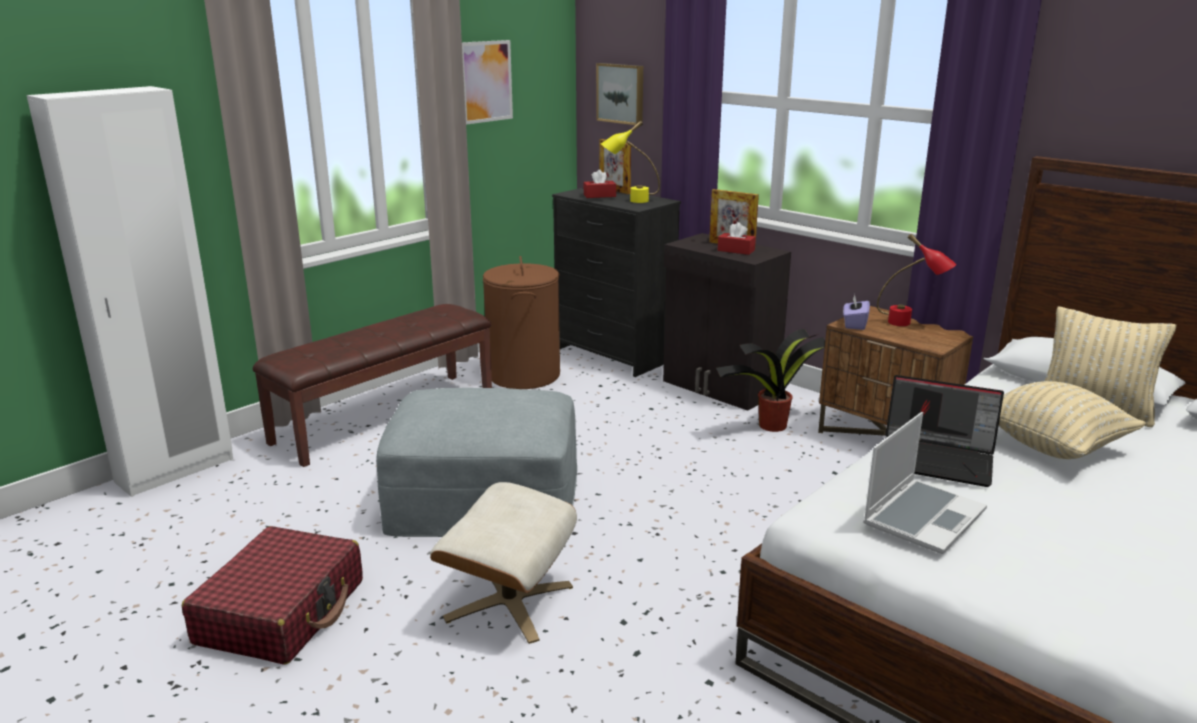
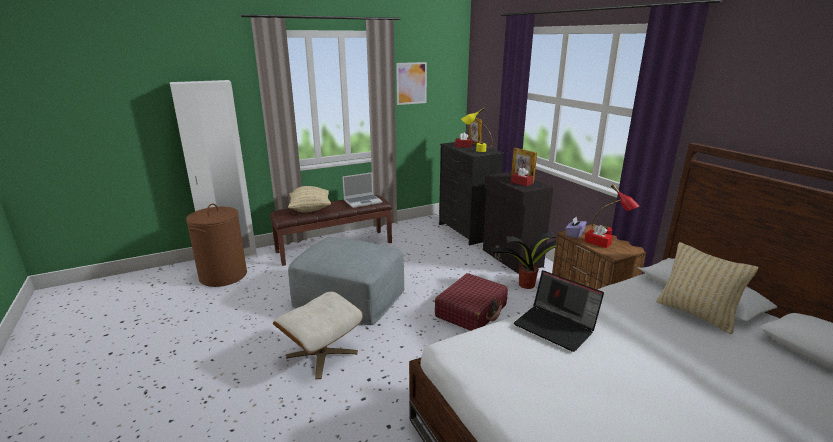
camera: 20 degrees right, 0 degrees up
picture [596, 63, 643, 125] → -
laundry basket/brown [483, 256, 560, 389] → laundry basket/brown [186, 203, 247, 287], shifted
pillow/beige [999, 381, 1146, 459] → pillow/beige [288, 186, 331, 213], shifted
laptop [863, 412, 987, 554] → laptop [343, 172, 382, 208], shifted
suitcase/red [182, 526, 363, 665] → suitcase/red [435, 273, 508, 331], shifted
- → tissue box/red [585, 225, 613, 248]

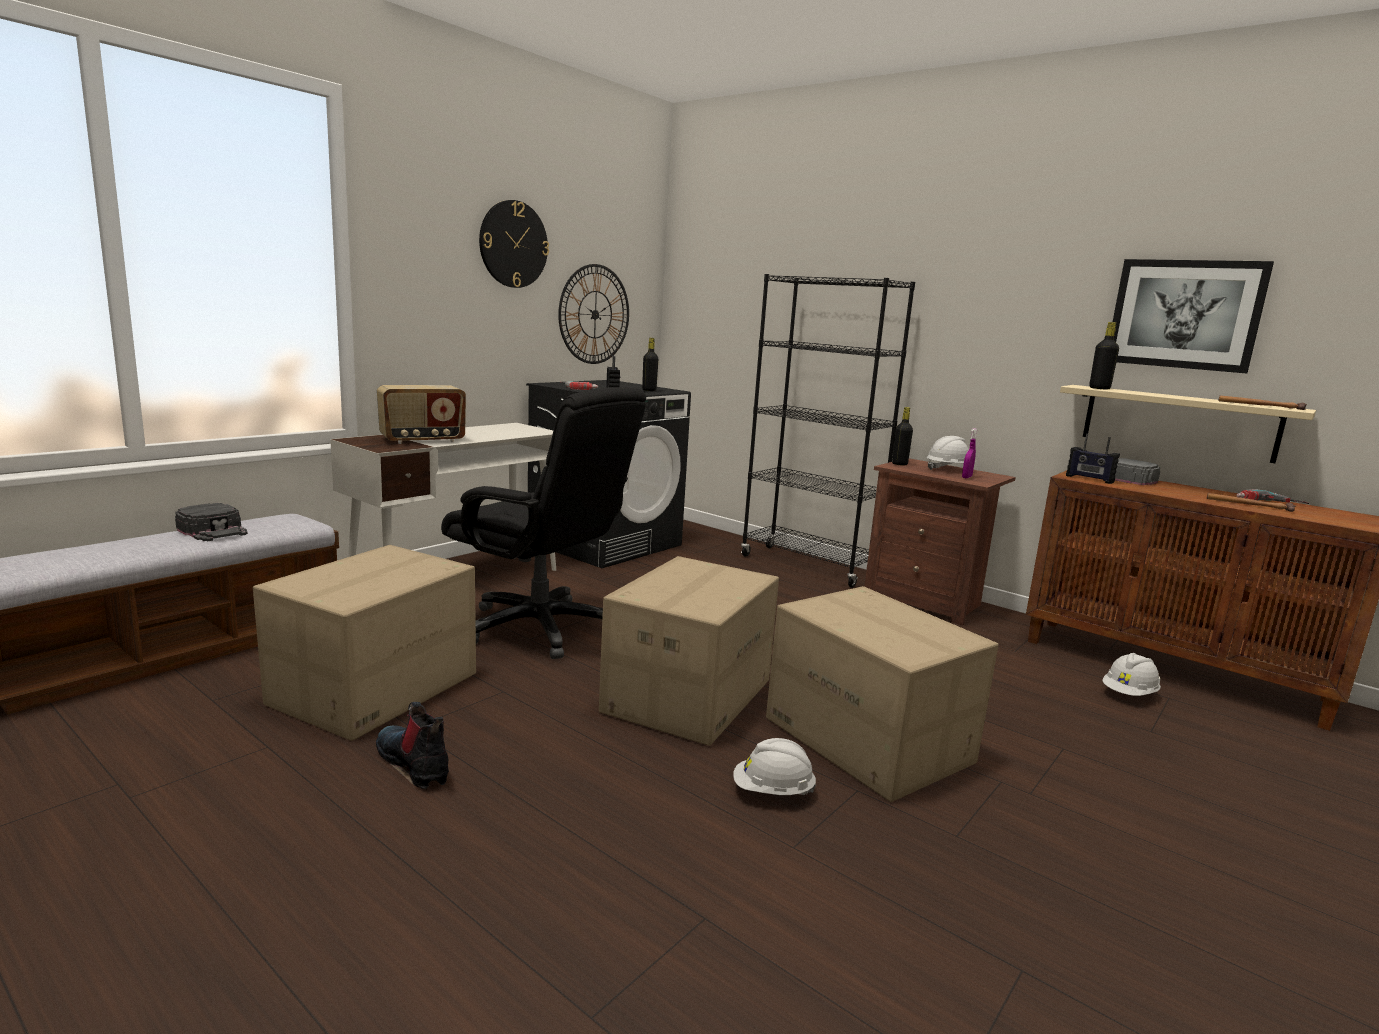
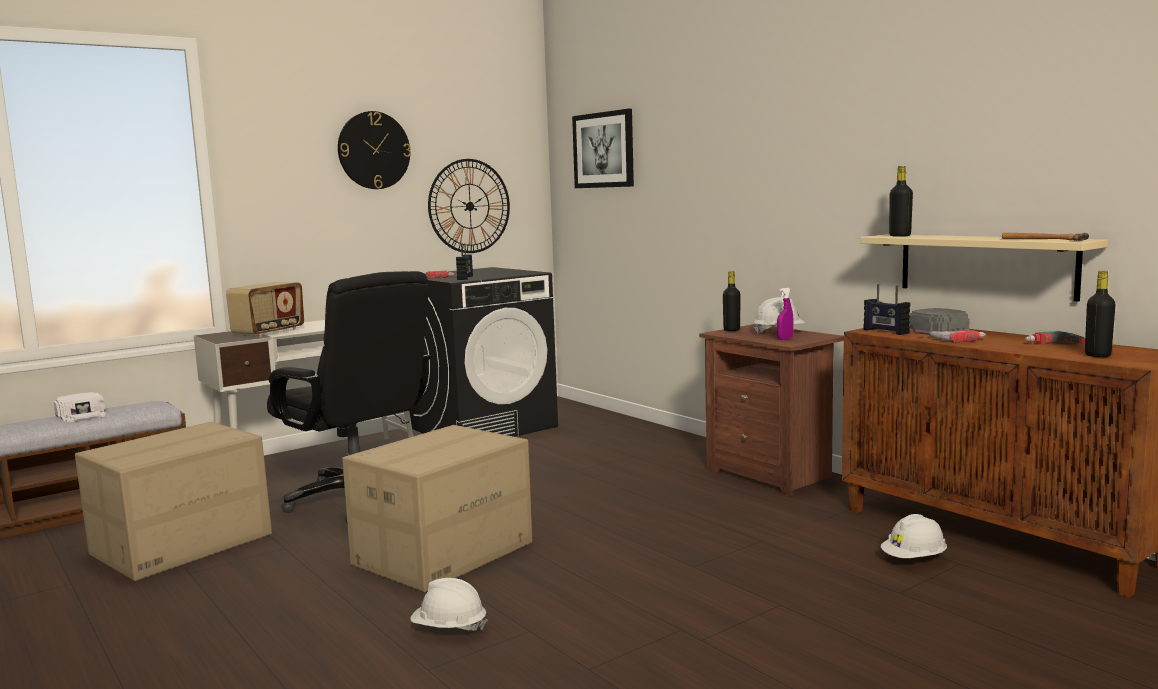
camera: 15 degrees right, 5 degrees down
picture [1113, 259, 1274, 373] → picture [572, 109, 634, 188], shifted
bookcase/black [741, 274, 915, 588] → -
bottle/black [642, 338, 658, 391] → bottle/black [1085, 271, 1116, 357], shifted
radio [377, 385, 466, 444] → radio [226, 282, 304, 337], 45 degrees counterclockwise
hammer [1207, 493, 1296, 512] → -
cap/black [175, 503, 248, 541] → cap/white [54, 392, 106, 422]
cardboard box [766, 586, 998, 802] → -
boot [376, 702, 449, 789] → -
- → power drill [914, 330, 986, 343]

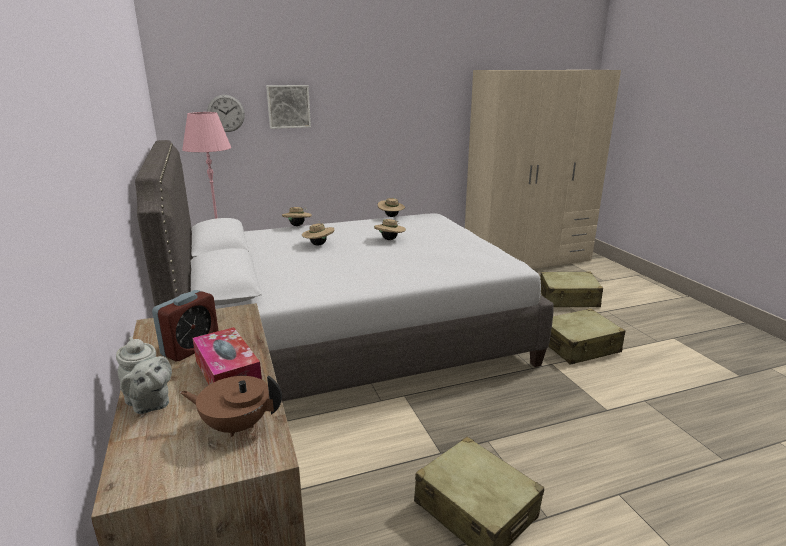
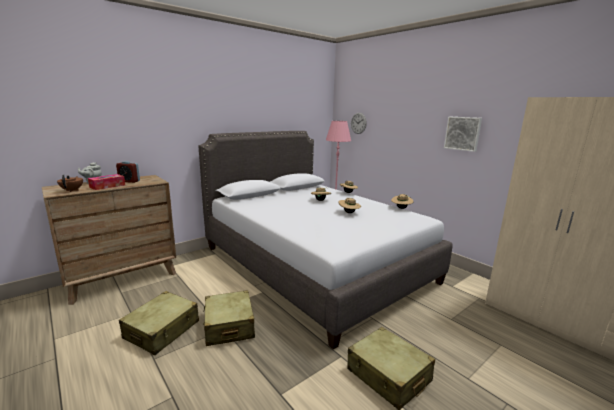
camera: 70 degrees right, 5 degrees down
picture [266, 85, 311, 129] → picture [444, 117, 482, 152], shifted
suitcase/beige [540, 271, 603, 307] → suitcase/beige [203, 290, 255, 346], shifted

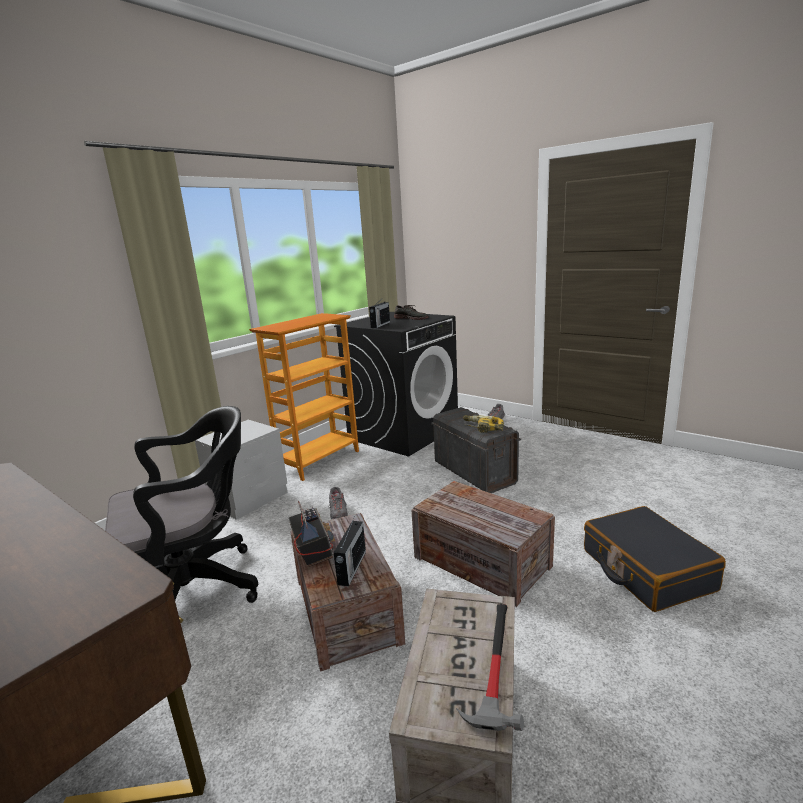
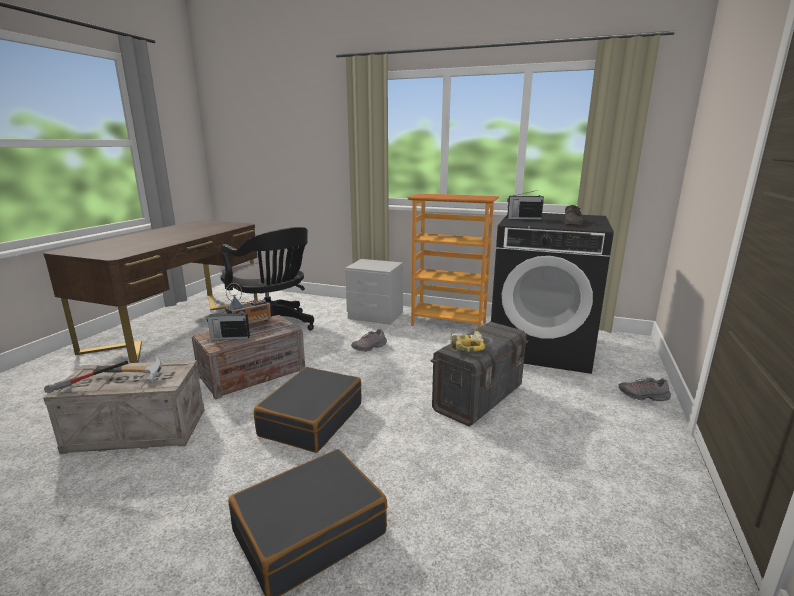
camera: 70 degrees right, 0 degrees up
crate [411, 481, 555, 607] → suitcase/black [254, 367, 362, 453]
- → hammer [93, 355, 162, 383]

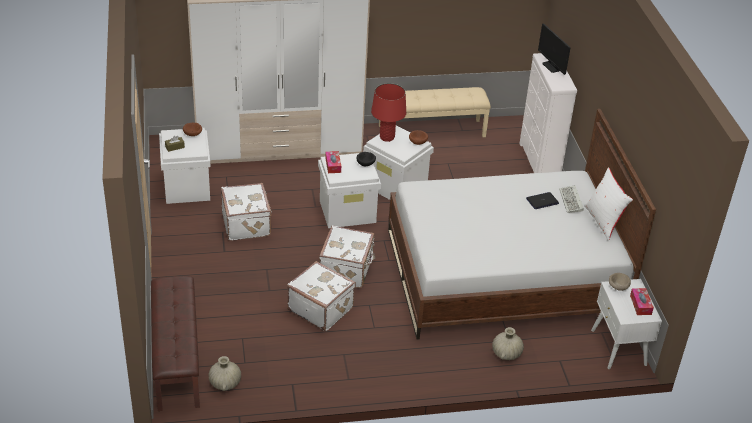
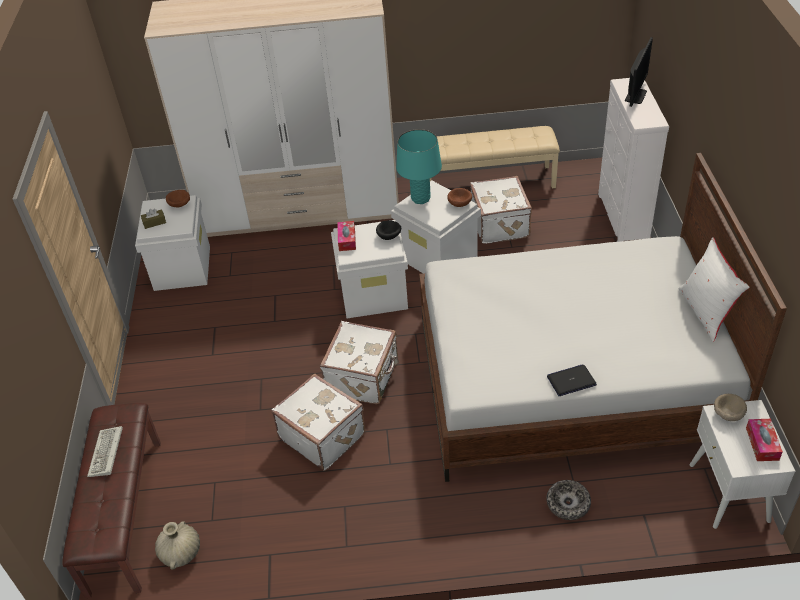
camera: 10 degrees right, 5 degrees up
monitor [538, 23, 570, 75] → monitor [625, 37, 653, 107], 135 degrees counterclockwise
table lamp/red [371, 83, 406, 142] → table lamp/turquoise [396, 129, 442, 204]
suitcase/white [221, 183, 272, 241] → suitcase/white [470, 176, 532, 244], shifted
keyboard [559, 185, 584, 213] → keyboard [87, 426, 123, 477], shifted
laptop [526, 192, 559, 209] → laptop [547, 364, 597, 396], shifted
vase/beige [492, 327, 524, 360] → bowl [546, 480, 591, 520]

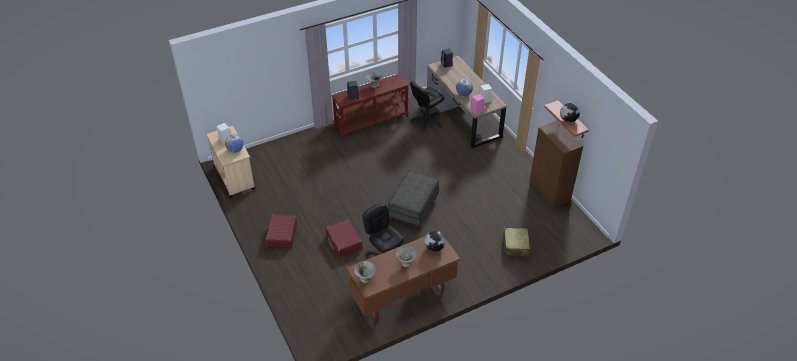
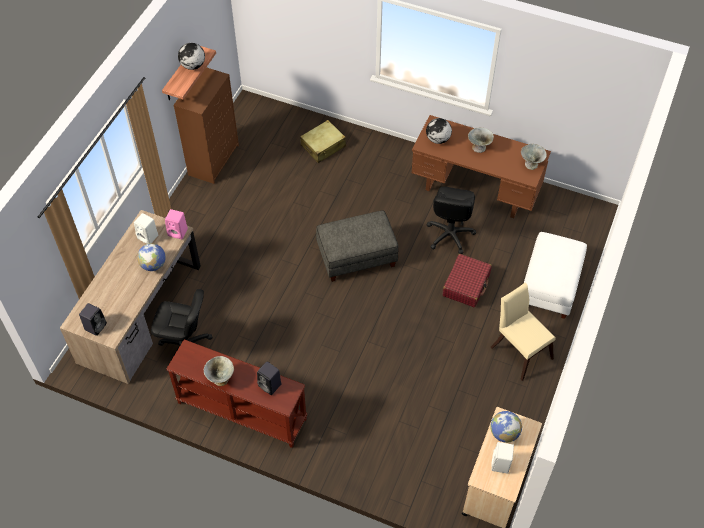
camera: 130 degrees left, 10 degrees up
suitcase/red [266, 215, 297, 248] → chair/beige [491, 282, 556, 381]
- → ottoman/white [524, 232, 587, 319]

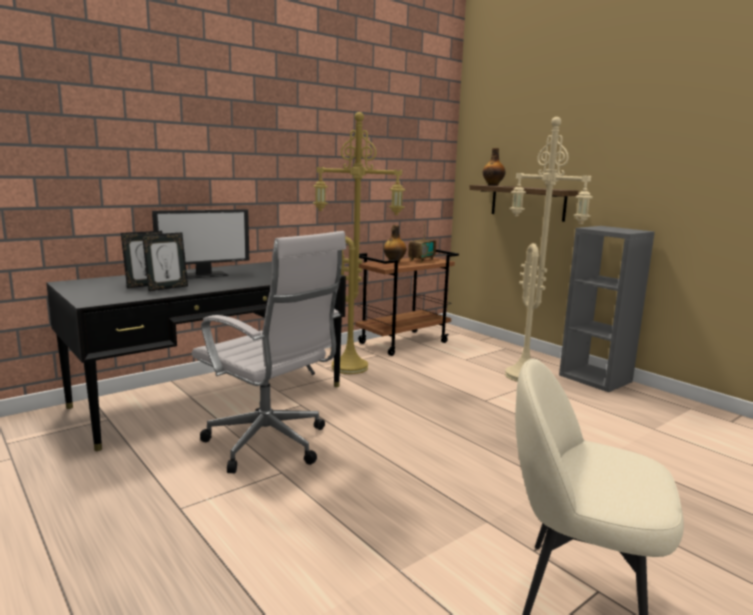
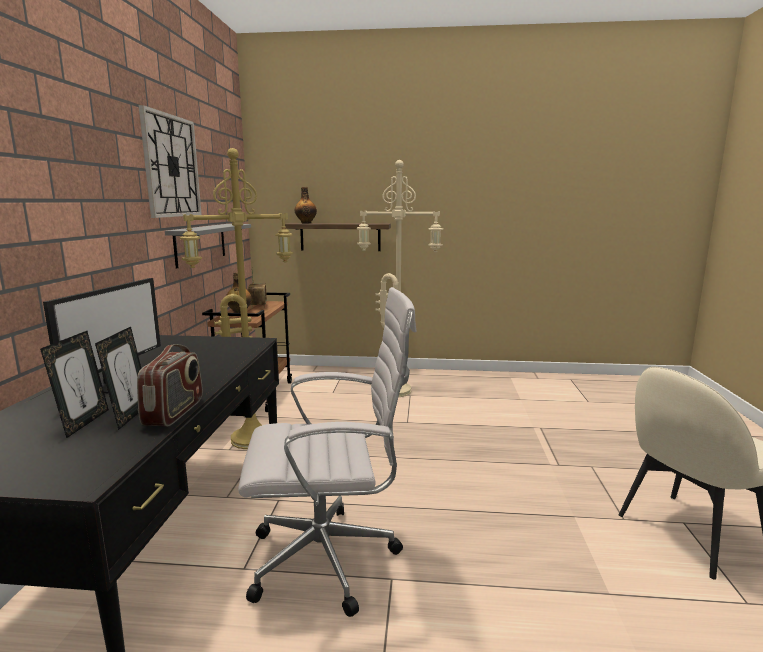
camera: 45 degrees left, 0 degrees up
bookcase/grey [559, 226, 655, 392] → -
- → wall clock [139, 105, 202, 218]
- → shelf/grey [165, 224, 251, 269]
- → radio [137, 344, 203, 427]

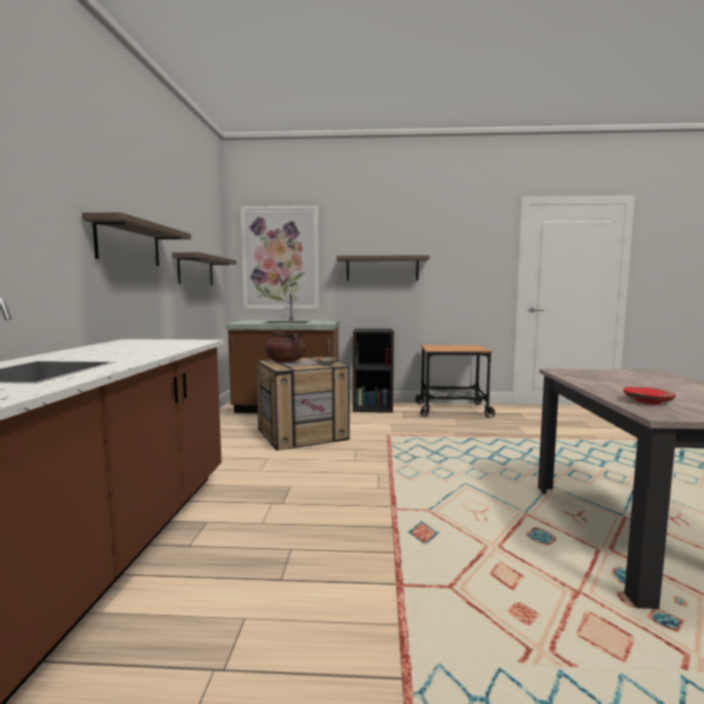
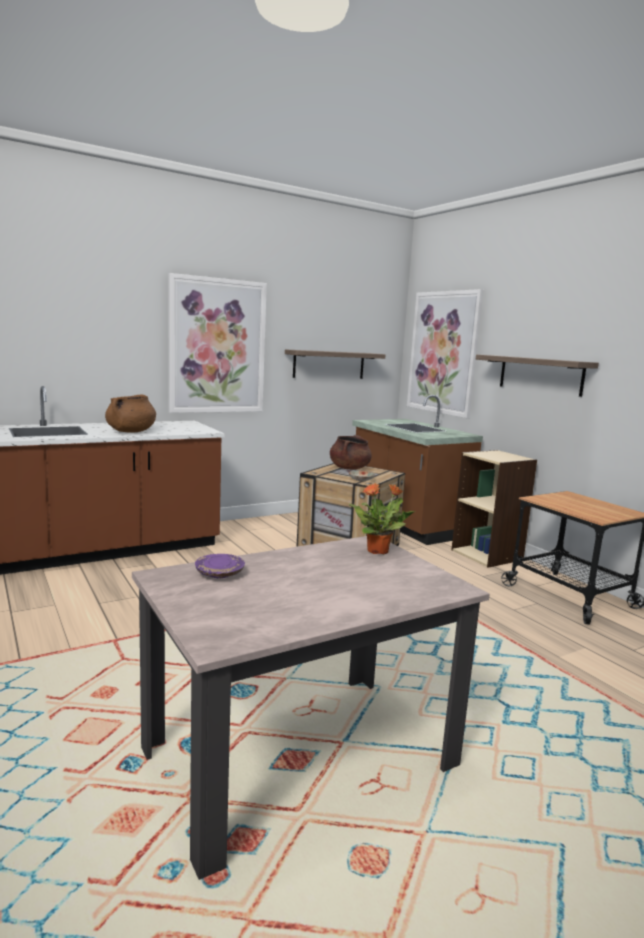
camera: 55 degrees right, 5 degrees up
shelf [82, 212, 191, 266] → picture [169, 273, 267, 413]
bookcase/black [353, 329, 394, 413] → bookcase/beige [451, 450, 537, 568]
plate/red [623, 387, 676, 404] → plate/purple [195, 554, 245, 578]
- → cooking pot/brown [105, 395, 156, 432]
- → potted plant [349, 483, 415, 554]

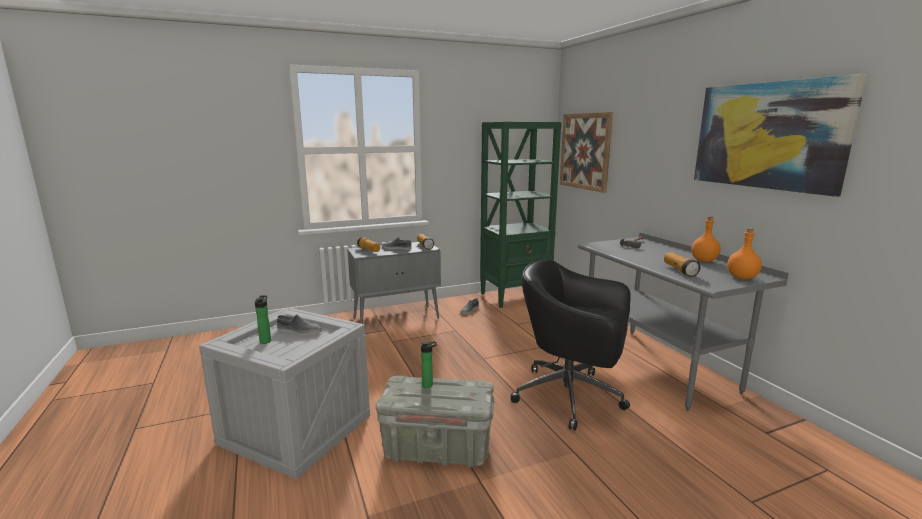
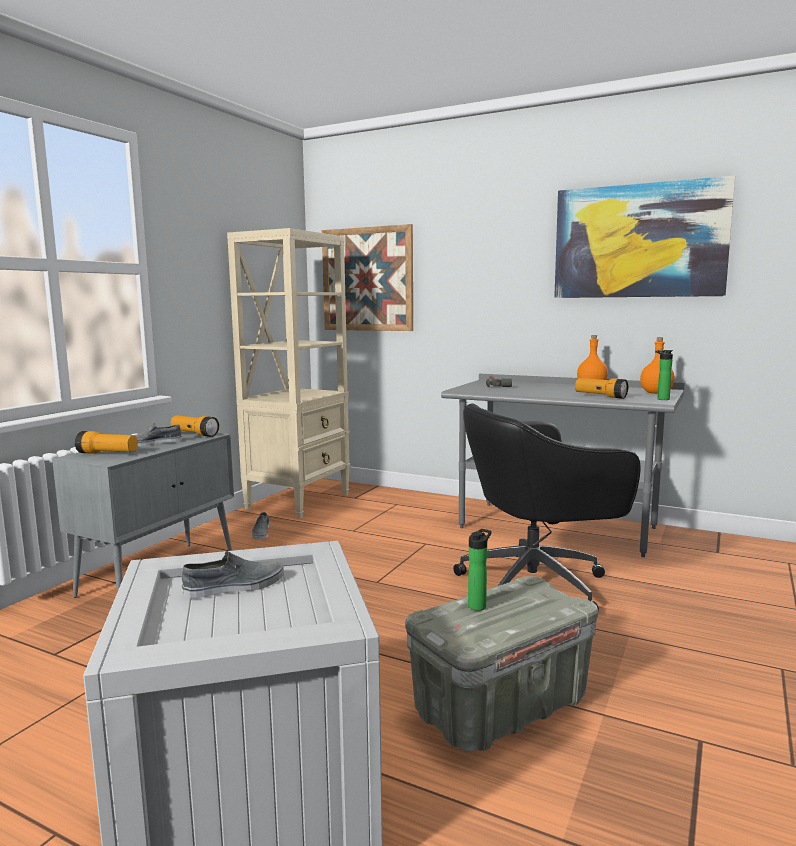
camera: 40 degrees left, 5 degrees down
bookcase/green [480, 122, 562, 308] → bookcase/beige [227, 228, 350, 519]
bottle [255, 295, 271, 344] → bottle [655, 350, 673, 400], shifted

